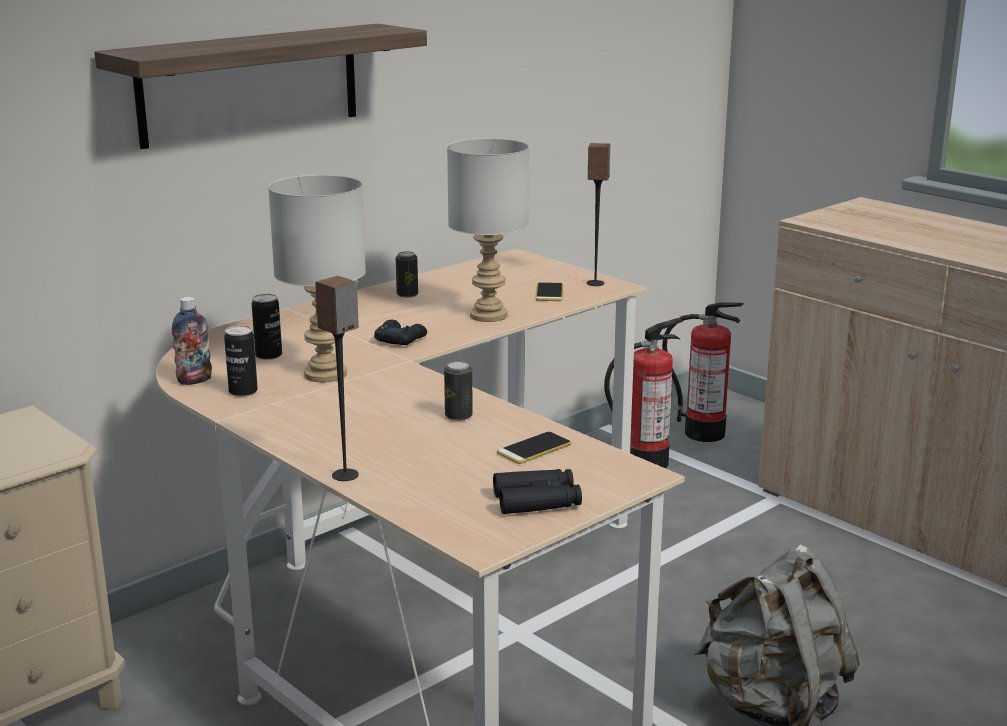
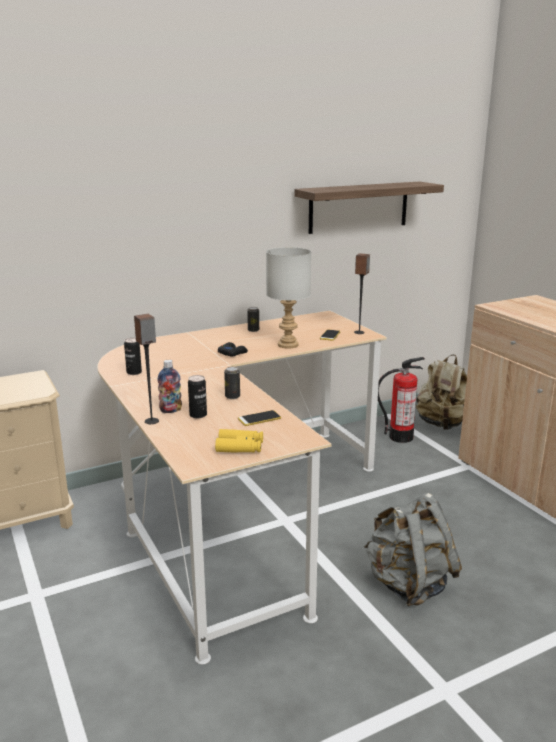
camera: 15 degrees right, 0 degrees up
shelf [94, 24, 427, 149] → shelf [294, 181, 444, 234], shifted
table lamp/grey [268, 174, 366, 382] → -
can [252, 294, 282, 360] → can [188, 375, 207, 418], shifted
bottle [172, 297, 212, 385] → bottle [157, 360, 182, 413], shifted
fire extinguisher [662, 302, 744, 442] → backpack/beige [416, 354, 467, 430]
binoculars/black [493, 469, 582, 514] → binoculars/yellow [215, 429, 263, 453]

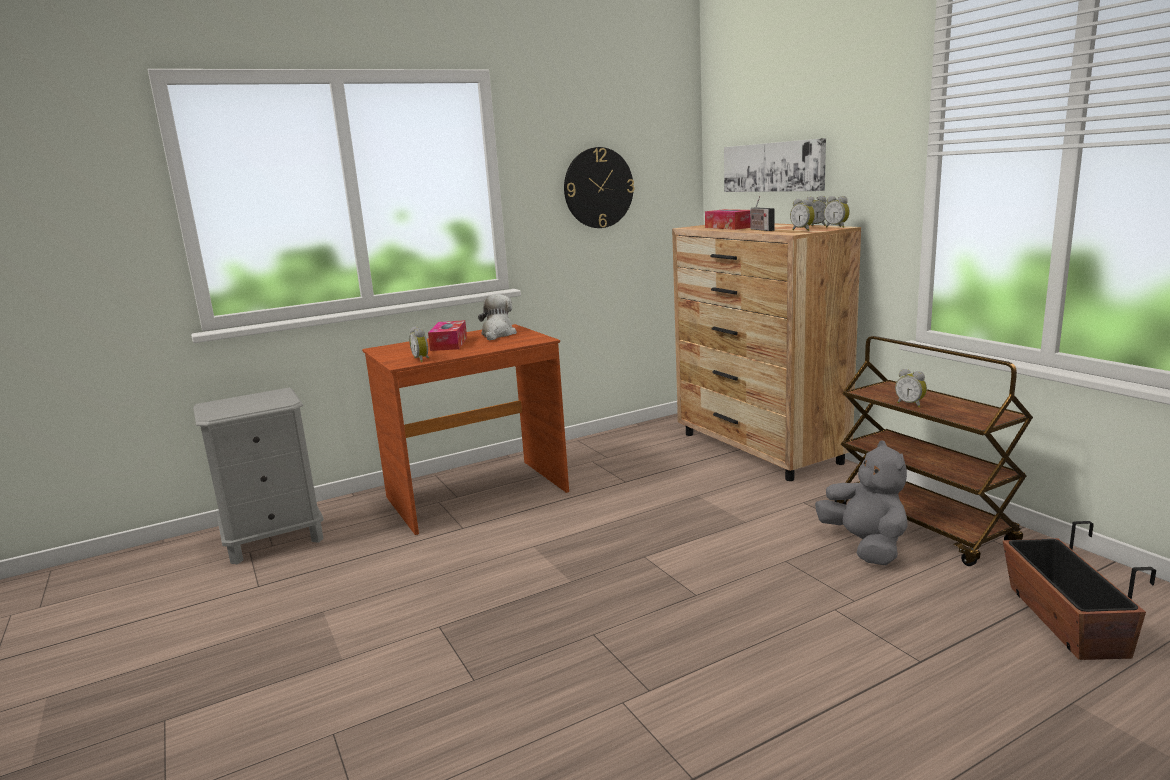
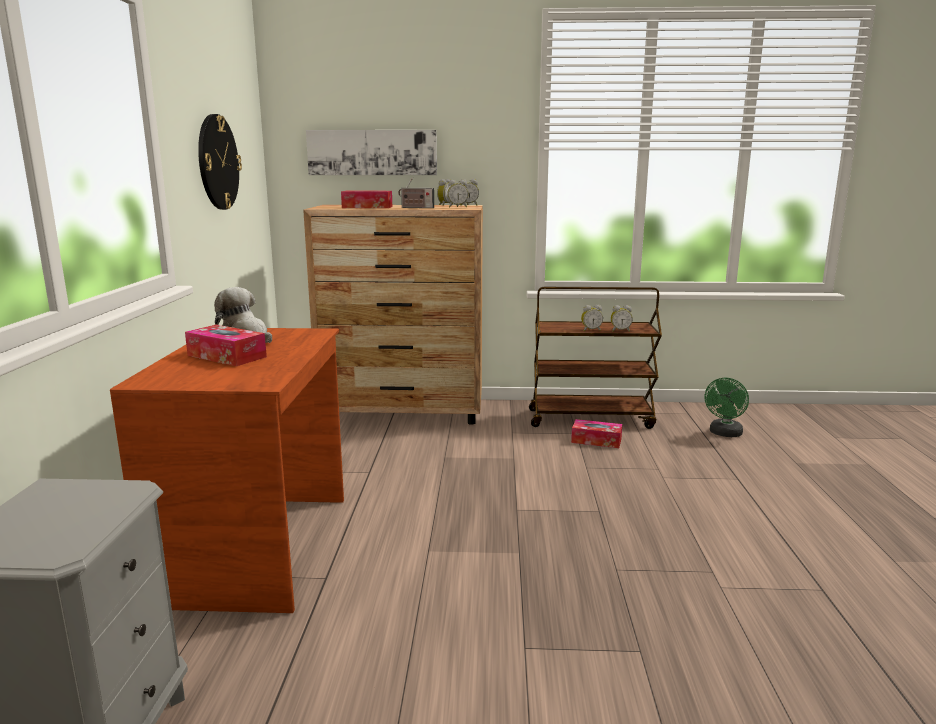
camera: 60 degrees left, 0 degrees up
alarm clock [409, 327, 429, 362] → alarm clock [611, 305, 633, 332], shifted
plush toy/grey [815, 441, 908, 565] → tissue box [571, 419, 622, 448]
planter [1003, 521, 1156, 660] → fan/green [705, 378, 749, 437]

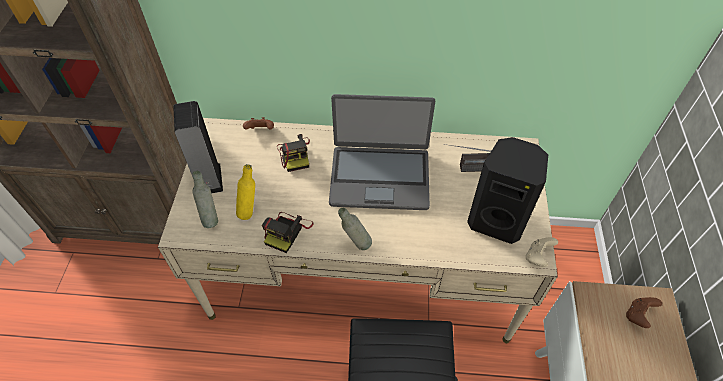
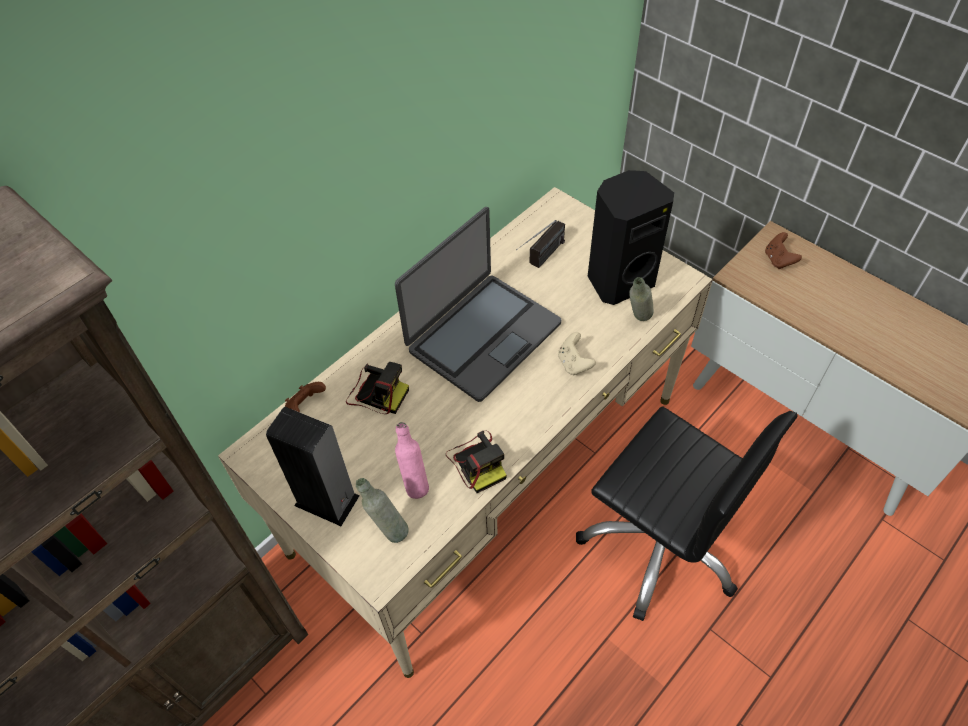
camera: 50 degrees left, 0 degrees up
bottle/yellow [236, 164, 255, 220] → bottle/pink [395, 422, 429, 499]
bottle/grey [338, 208, 372, 250] → bottle/grey [629, 277, 654, 321], shifted
game controller/beige [526, 237, 558, 267] → game controller/beige [558, 332, 596, 375], shifted

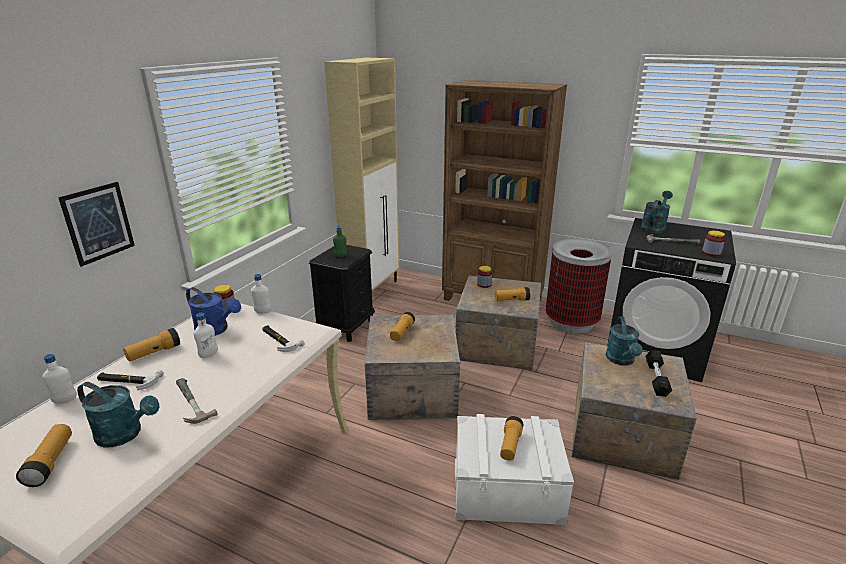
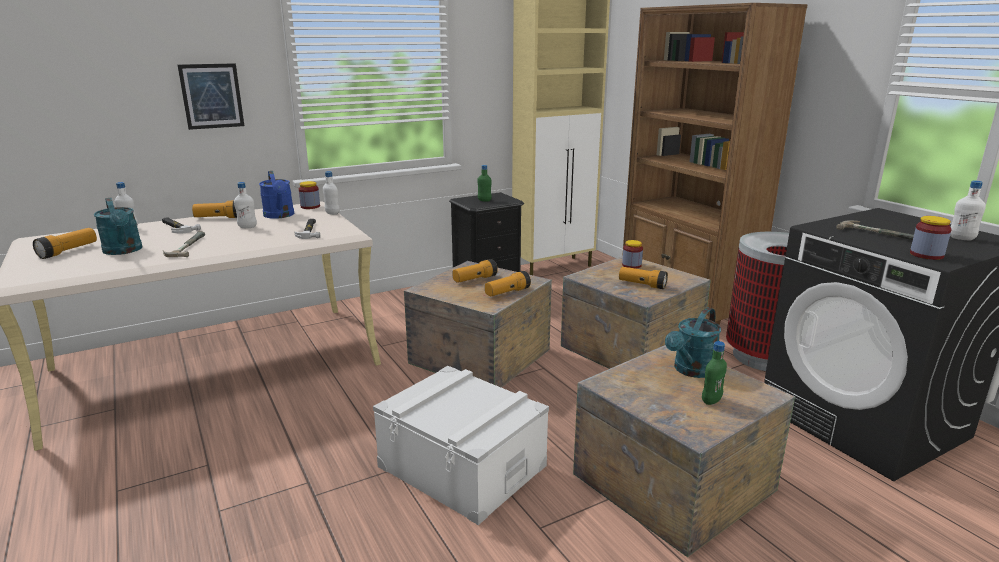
camera: 35 degrees right, 5 degrees down
watering can/turquoise [641, 191, 673, 233] → -
dumbbell/black [645, 350, 672, 397] → bottle/green [702, 341, 727, 405]
flashlight [500, 416, 524, 461] → flashlight [485, 271, 531, 296], shifted
- → bottle/white [950, 181, 986, 240]

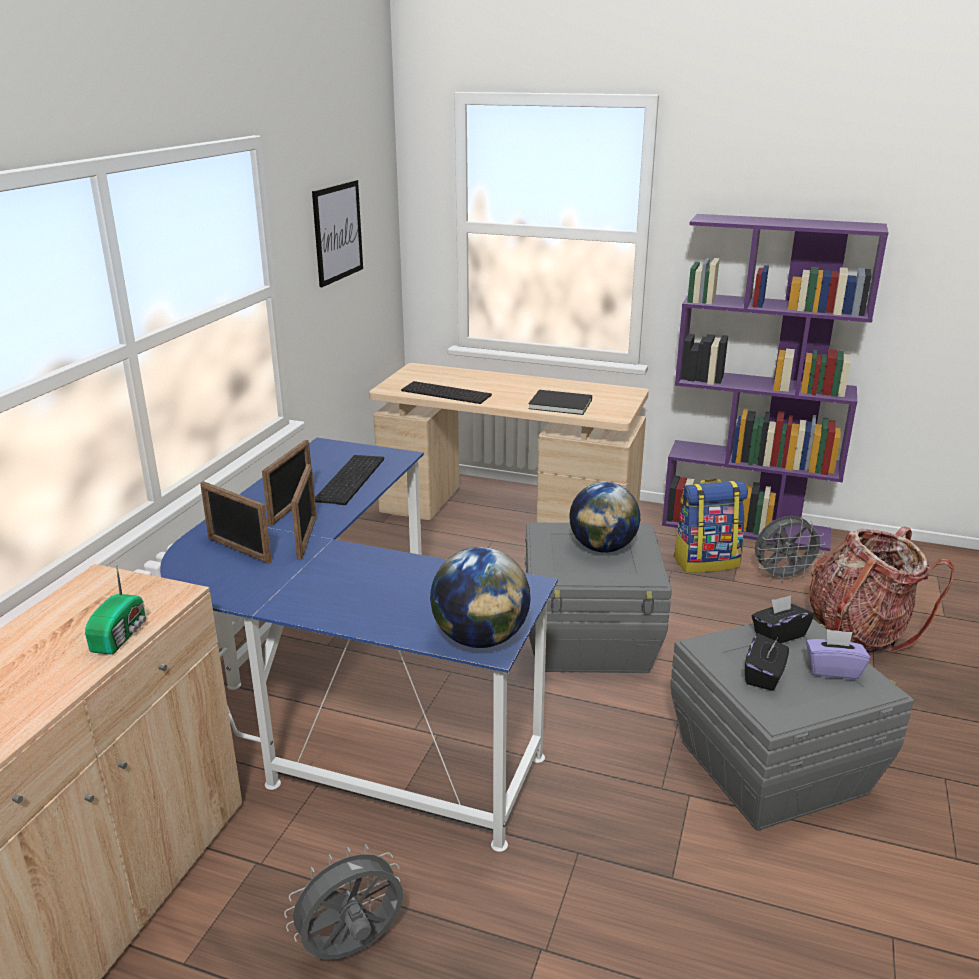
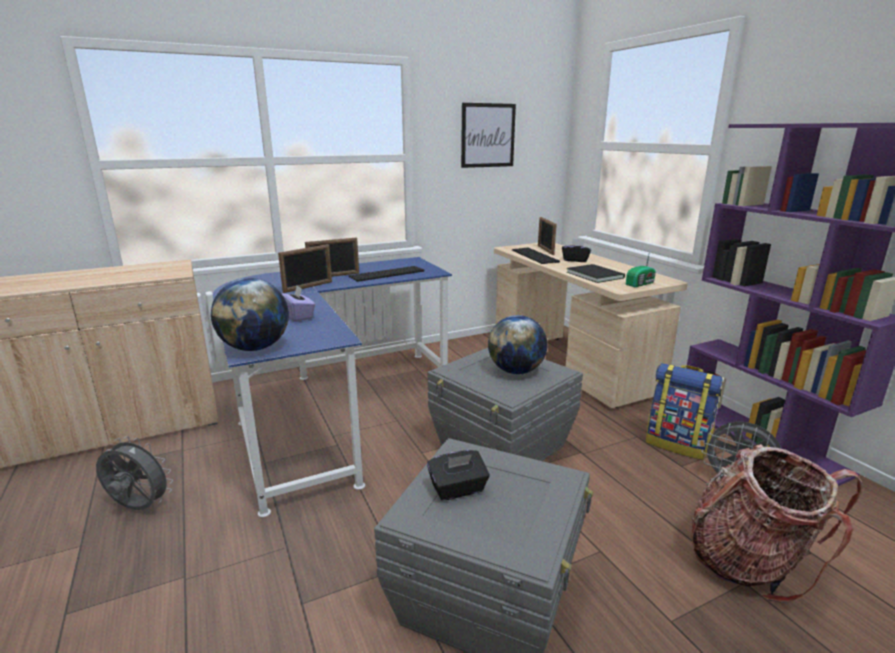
camera: 45 degrees right, 5 degrees down
picture frame [200, 481, 272, 564] → picture frame [538, 217, 557, 255], shifted
radio [85, 560, 146, 655] → radio [626, 250, 656, 287], shifted
tissue box/black [752, 595, 814, 643] → tissue box/black [562, 238, 591, 262], shifted
tissue box/purple [806, 629, 870, 679] → tissue box/purple [282, 286, 315, 322], shifted

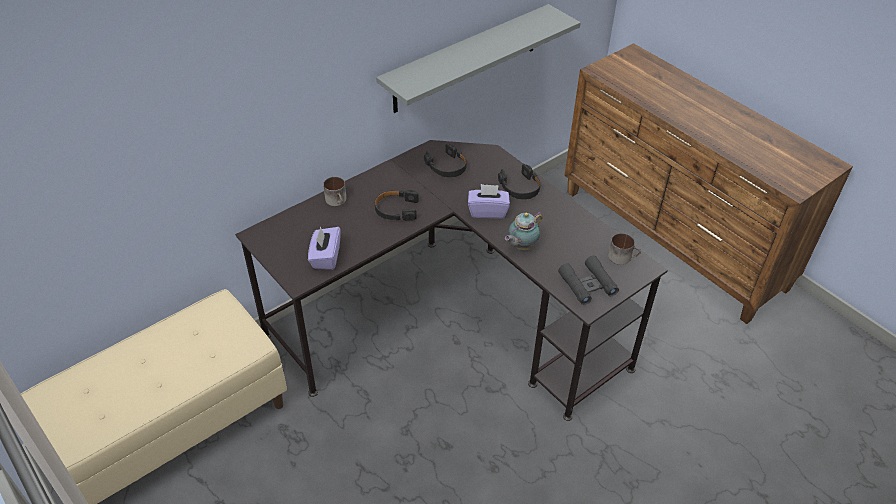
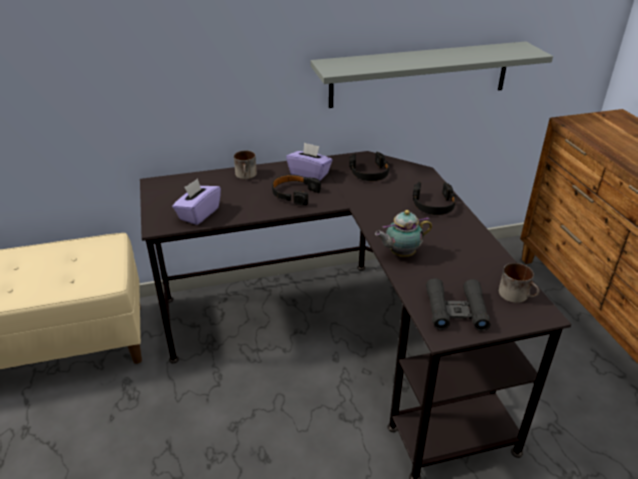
camera: 25 degrees right, 10 degrees down
tissue box/purple [468, 184, 510, 219] → tissue box/purple [286, 142, 333, 181], shifted

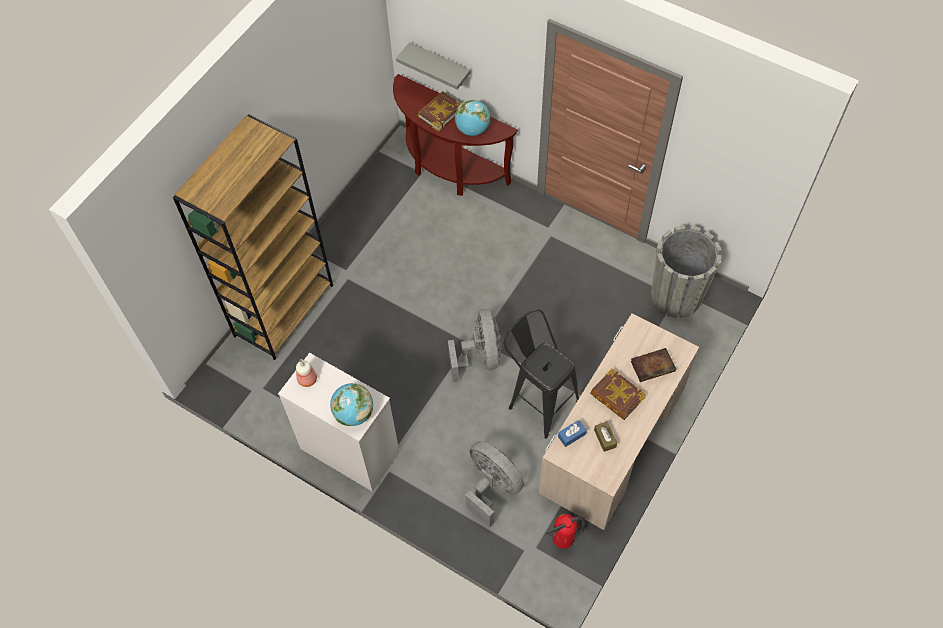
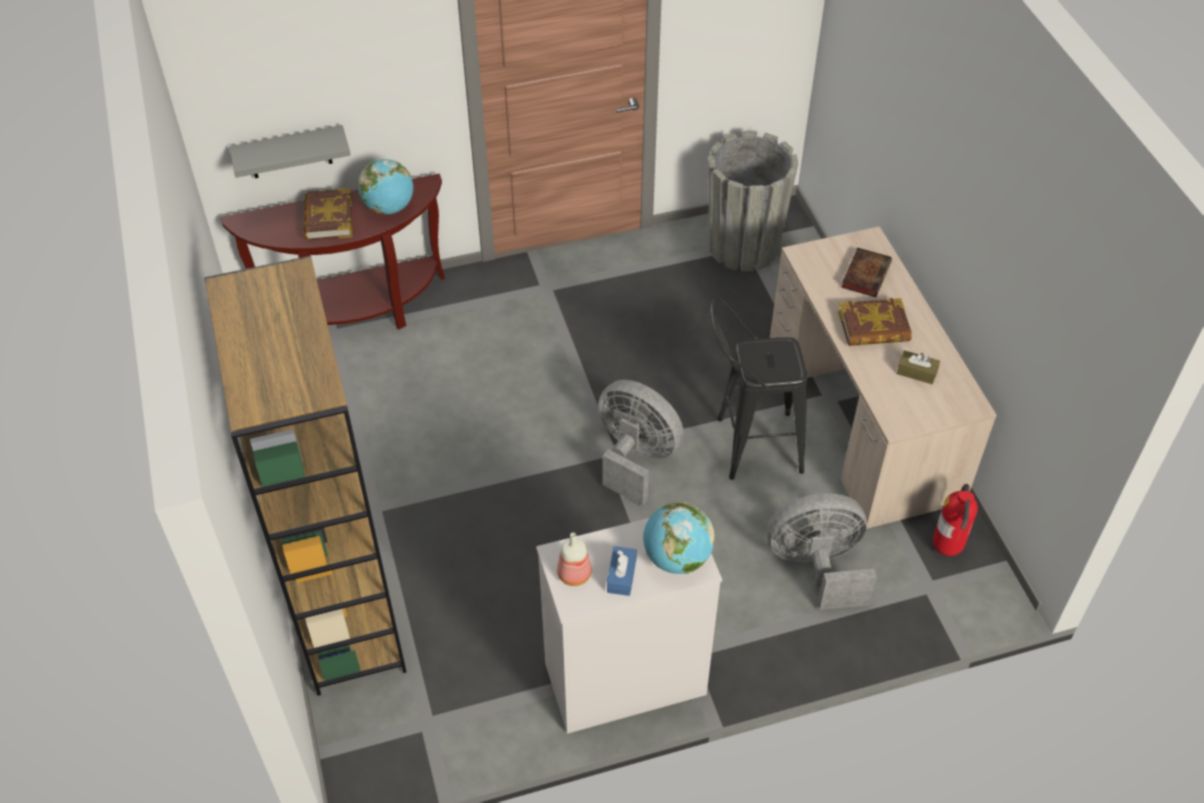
camera: 50 degrees left, 10 degrees down
tissue box/blue [558, 420, 587, 447] → tissue box/blue [607, 546, 637, 596], shifted

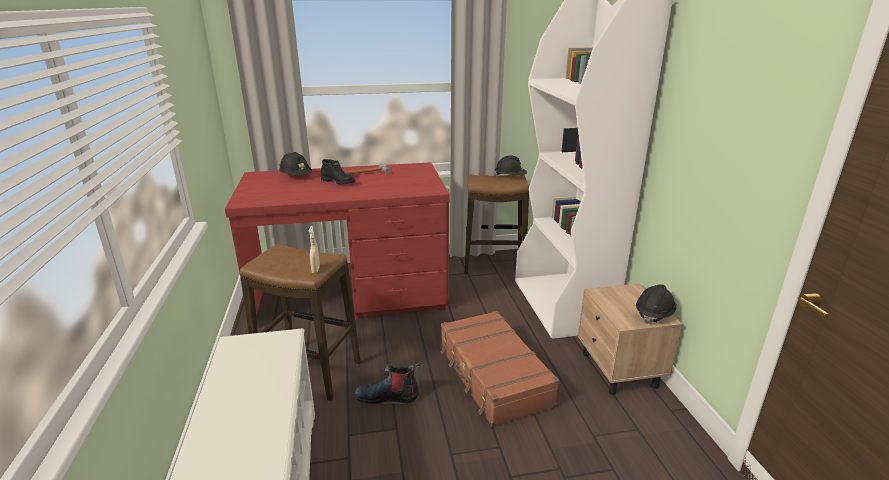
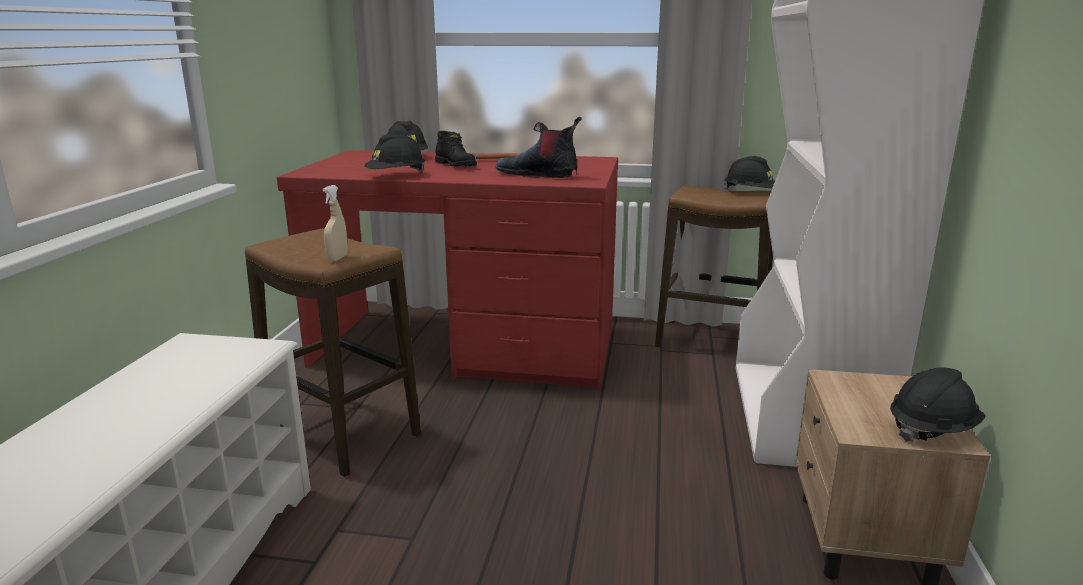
camera: 20 degrees right, 5 degrees down
suitcase/brown [441, 311, 559, 427] → -
boot [354, 362, 421, 404] → boot [496, 117, 582, 178], shifted
- → hard hat/black [365, 133, 425, 173]

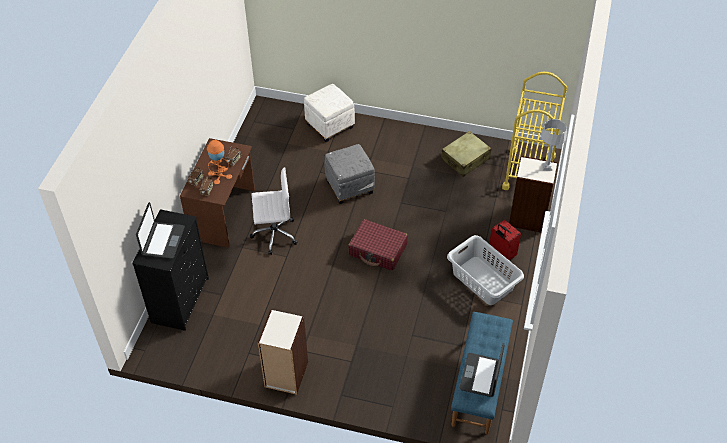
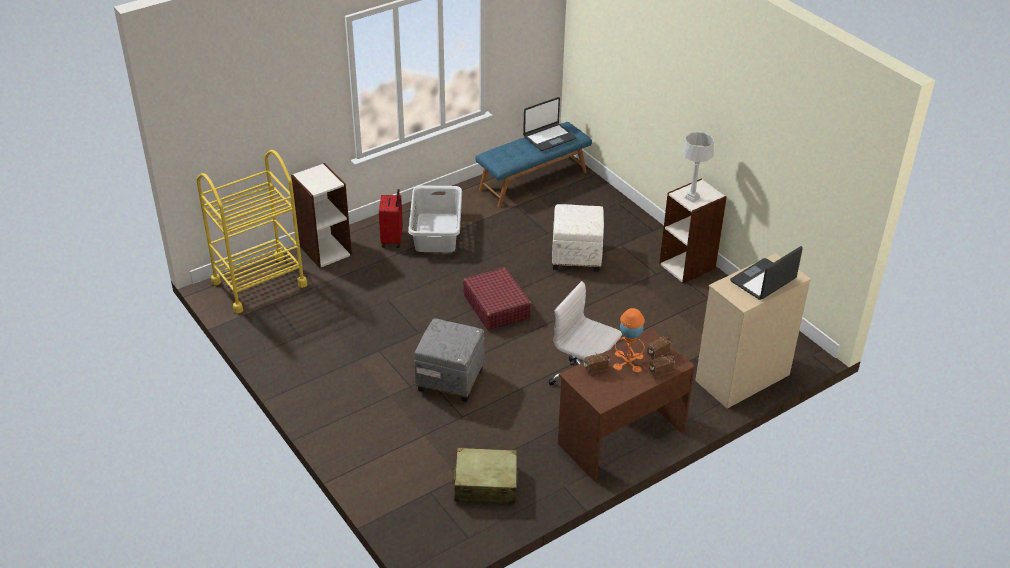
camera: 140 degrees left, 10 degrees down
ottoman/white [304, 84, 355, 142] → ottoman/white [552, 204, 604, 272], shifted
table lamp/grey [541, 119, 567, 171] → table lamp/grey [683, 132, 714, 203], shifted
suitcase/beige [441, 131, 491, 177] → suitcase/beige [451, 448, 518, 504], shifted
dresser/black [132, 209, 209, 331] → dresser/beige [695, 253, 811, 409]

